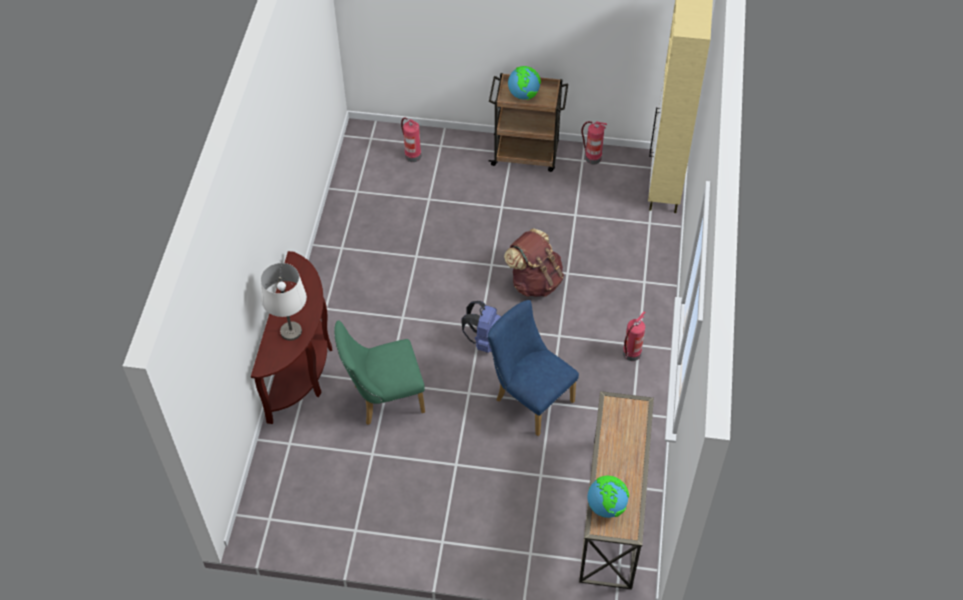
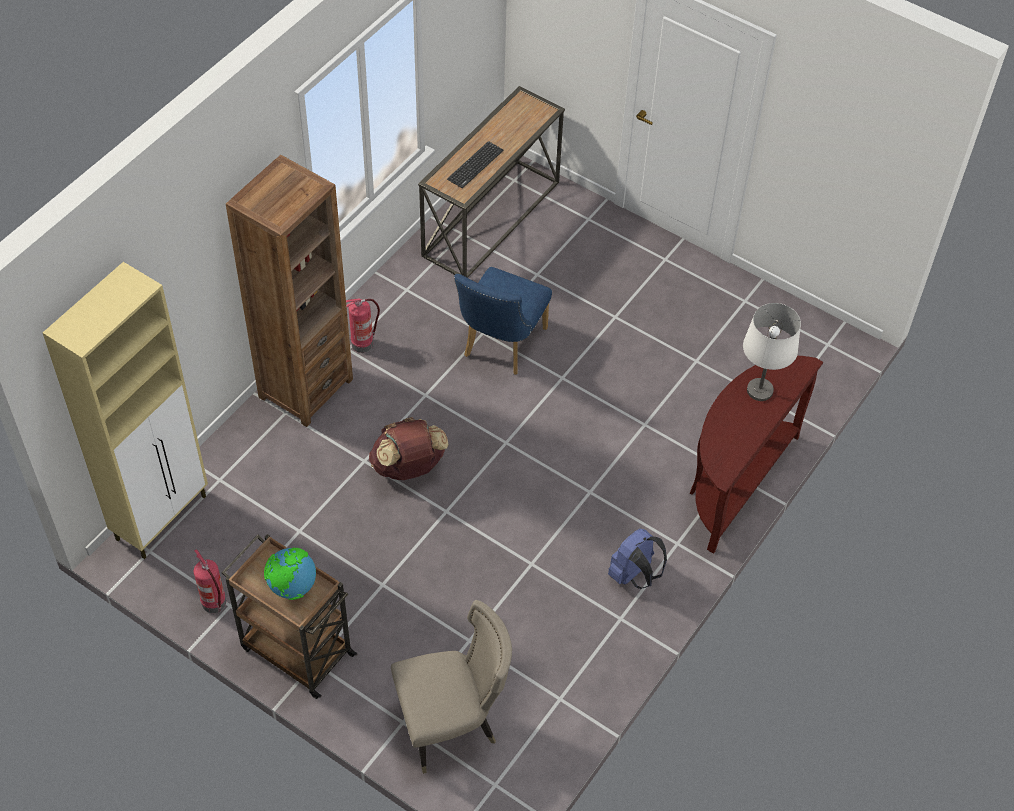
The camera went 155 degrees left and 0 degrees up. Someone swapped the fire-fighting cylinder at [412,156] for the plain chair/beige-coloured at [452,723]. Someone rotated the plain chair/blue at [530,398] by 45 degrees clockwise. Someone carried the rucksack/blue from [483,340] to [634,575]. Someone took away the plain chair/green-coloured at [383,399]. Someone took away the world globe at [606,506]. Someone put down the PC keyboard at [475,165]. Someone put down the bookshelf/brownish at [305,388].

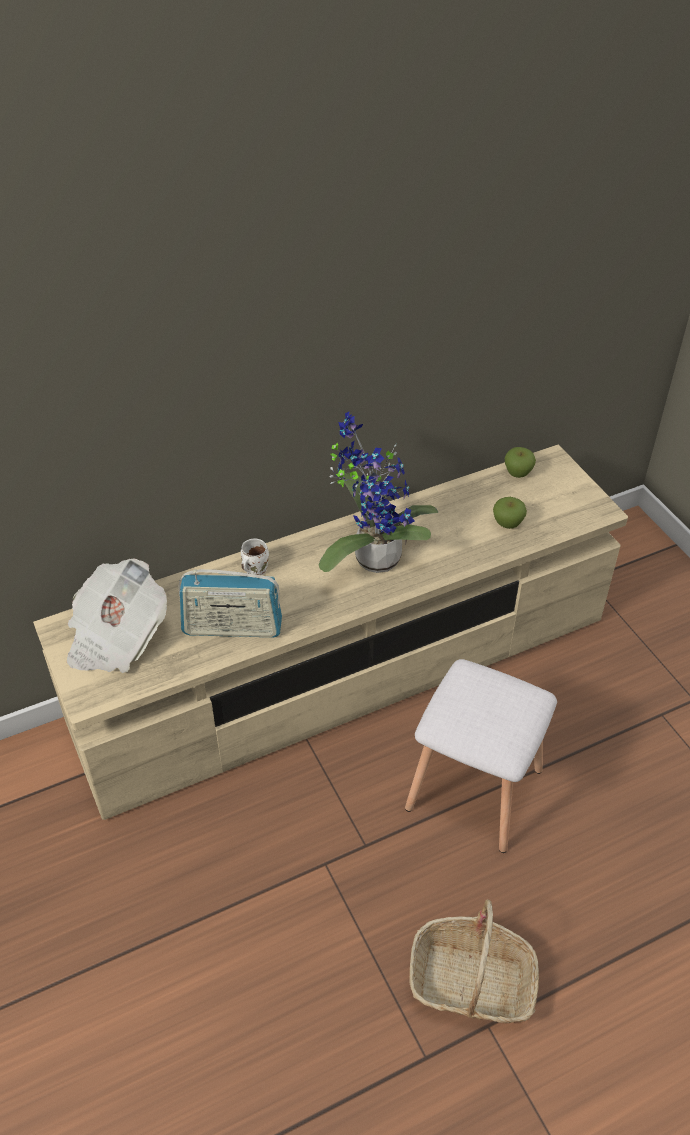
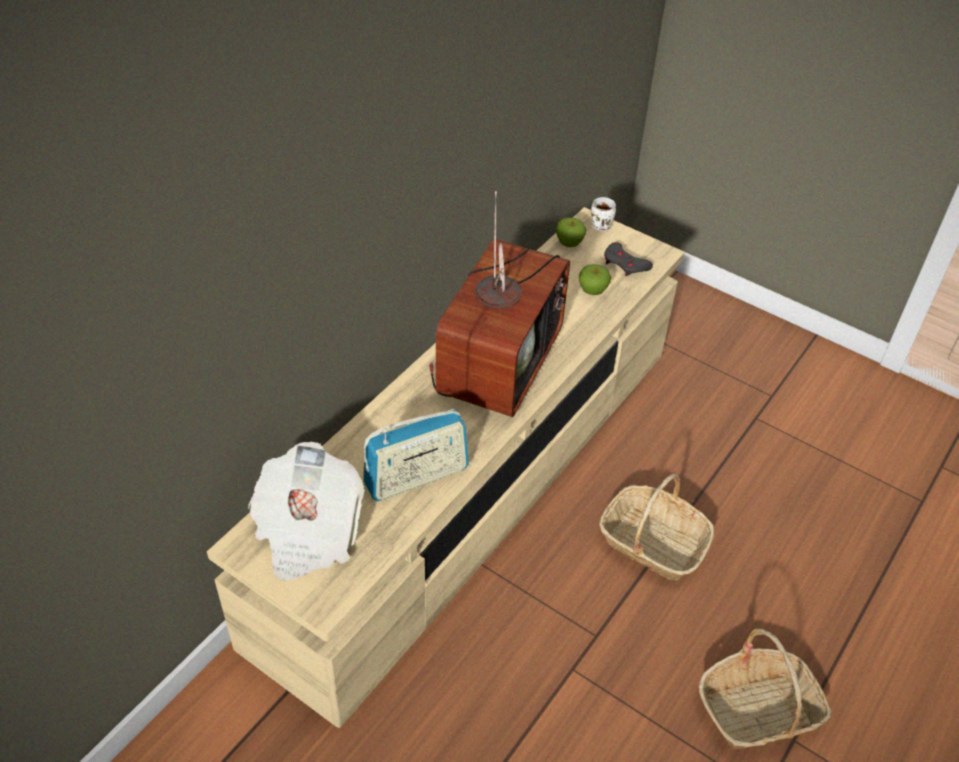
The camera went 30 degrees left and 0 degrees up. Someone swapped the potted plant at [372,555] for the TV at [497,361]. Someone carried the mug/whitish from [254,570] to [600,226]. Someone swapped the stool seat/whitish at [474,787] for the storage basket at [652,543]. Someone put down the gamepad/gray at [625,264].

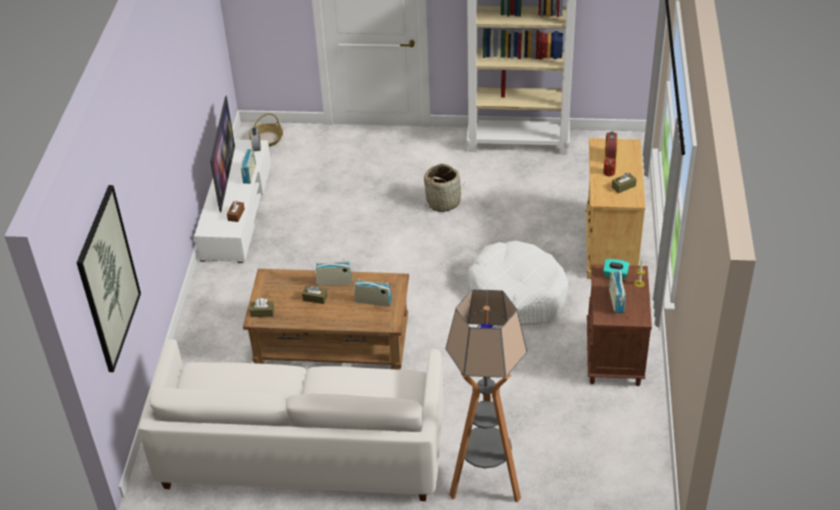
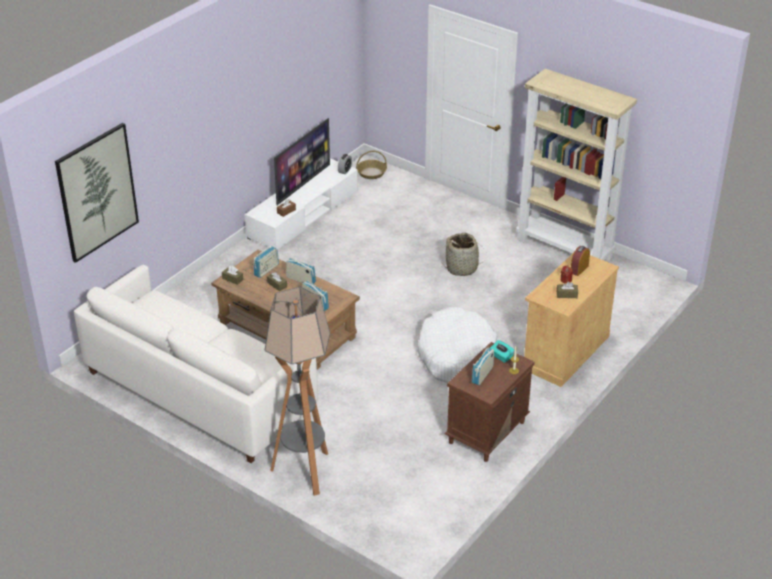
The camera went 30 degrees right and 5 degrees down. Someone carried the radio receiver from [249,174] to [266,270].

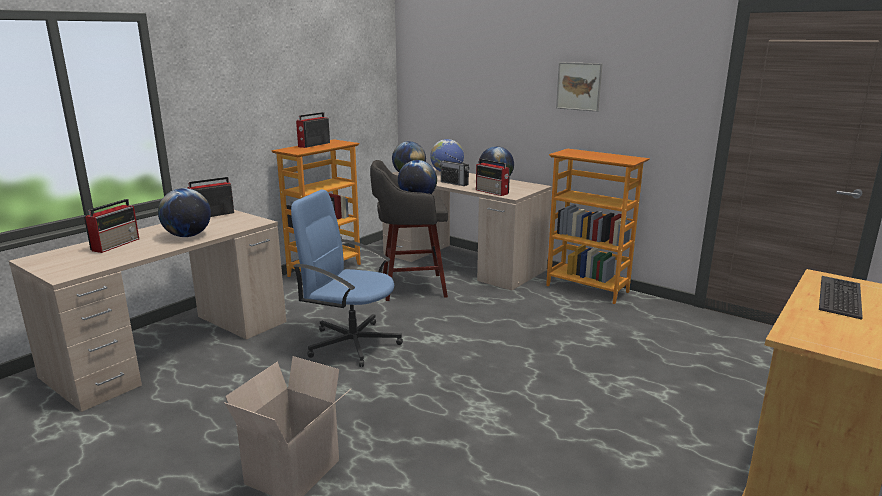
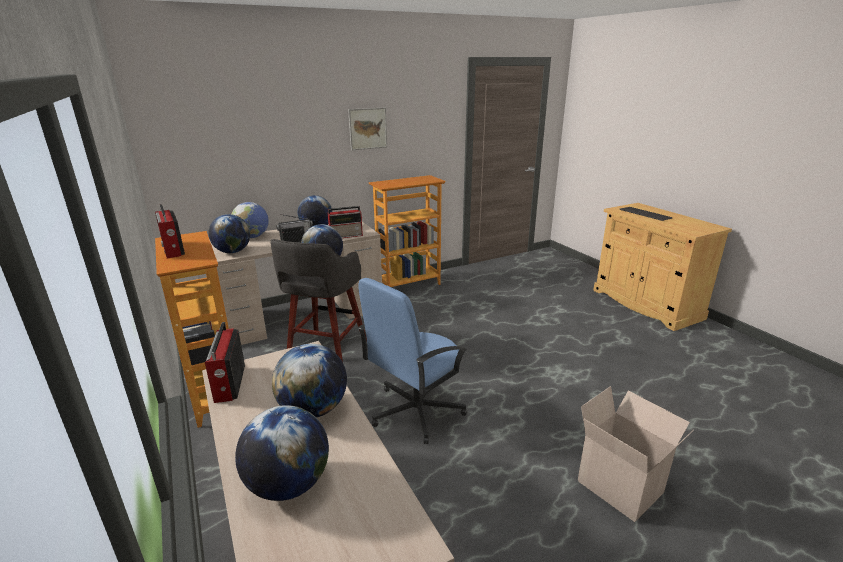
The camera went 65 degrees left and 5 degrees up. Someone swapped the radio receiver at [116,244] for the world globe at [288,485].

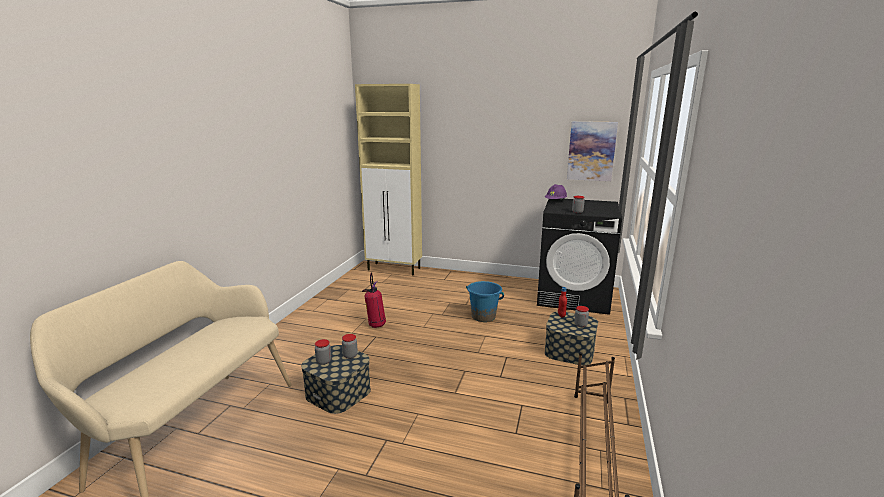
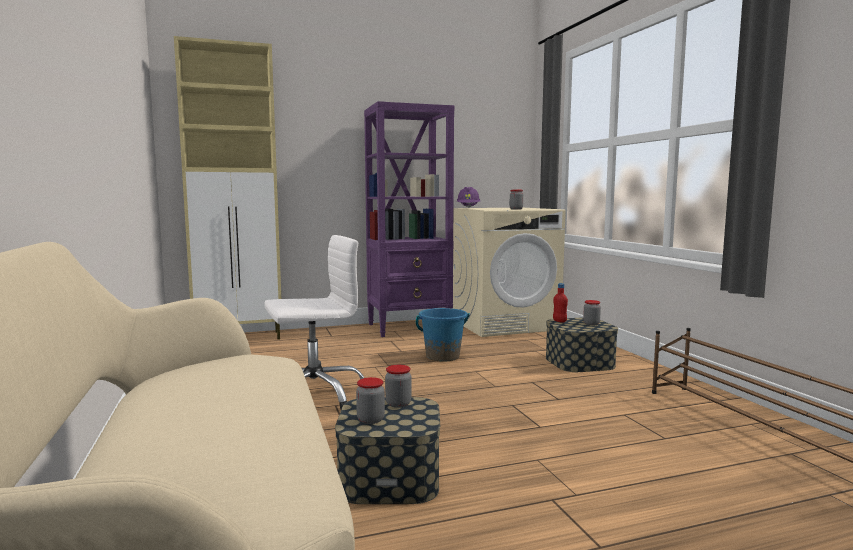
The camera went 35 degrees left and 10 degrees down. Someone took away the wall art at [591,151]. Someone repainted the washing machine/black at [574,297], which became the washing machine/beige-coloured at [504,324]. Someone swapped the fire-fighting cylinder at [376,325] for the computer chair/whitish at [314,394]. Someone put down the bookshelf/purple at [410,327].

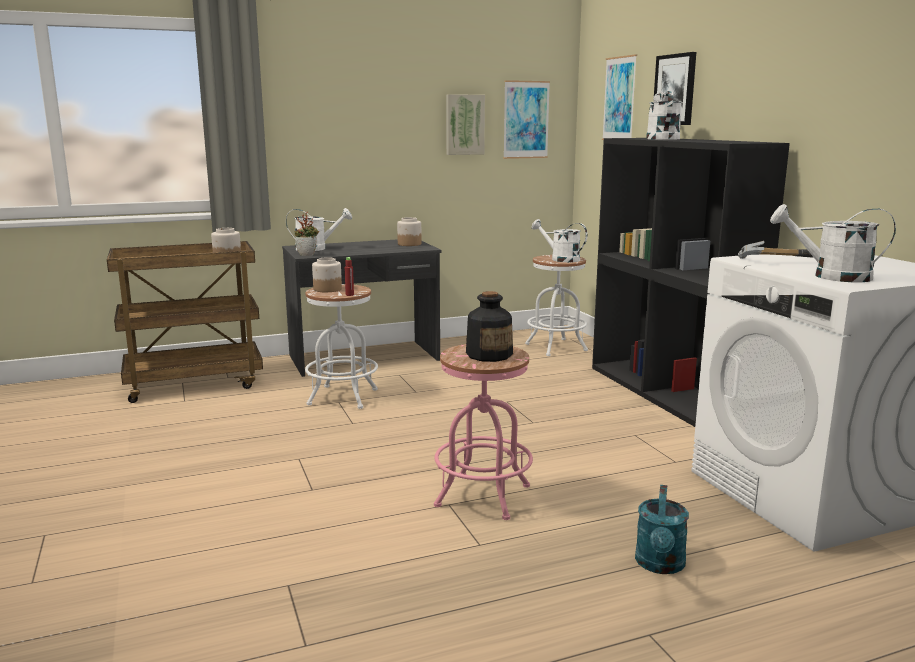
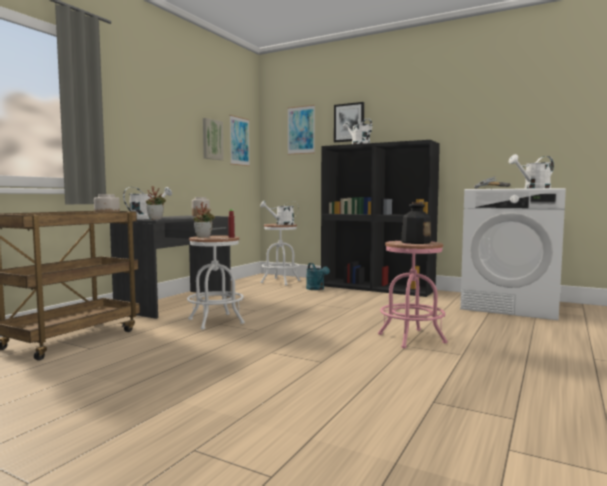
The camera went 40 degrees left and 10 degrees down. Someone swapped the preserve jar at [327,289] for the potted plant at [204,237]. Someone carried the watering can/blue-green from [660,565] to [317,289].

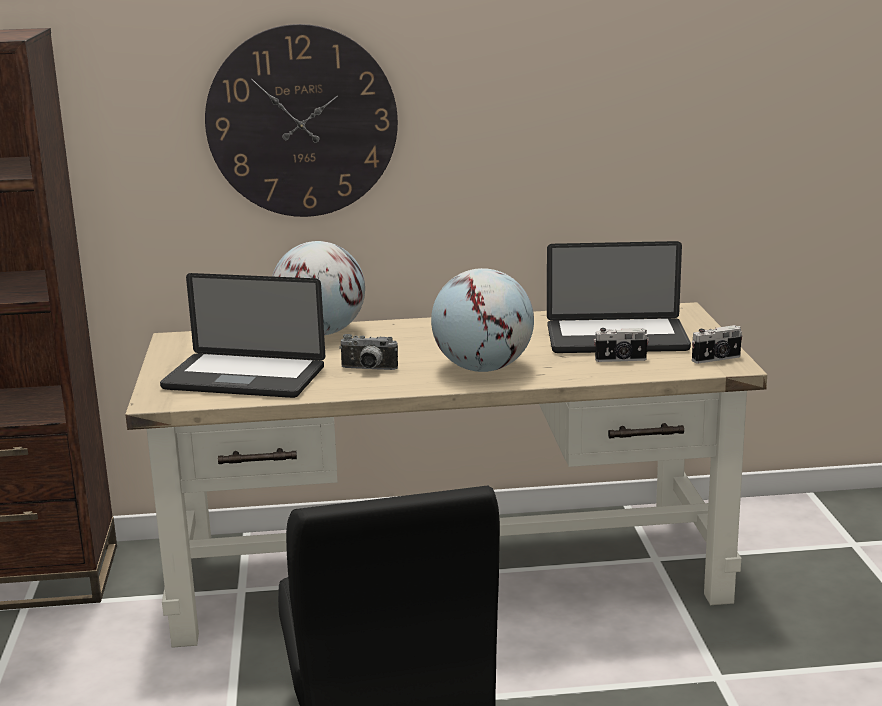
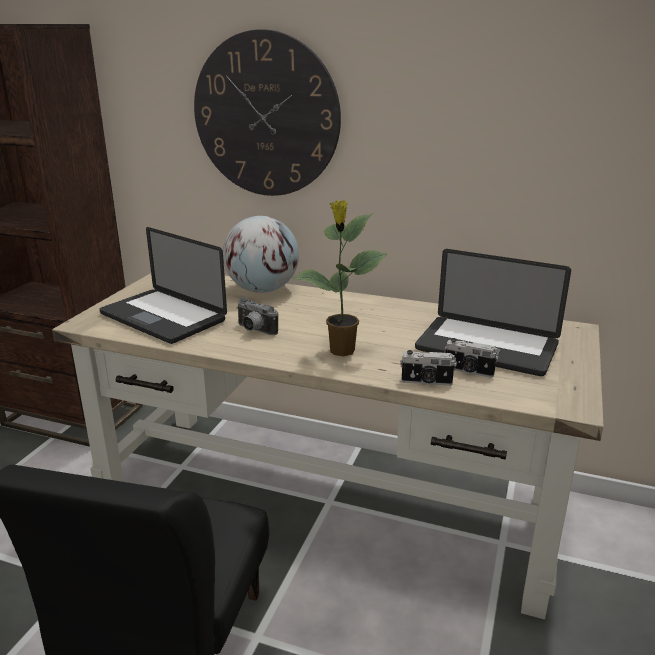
The camera went 25 degrees right and 5 degrees up. Someone swapped the world globe at [483,368] for the potted plant at [341,351]. Someone carried the photo camera from [717,359] to [426,382].

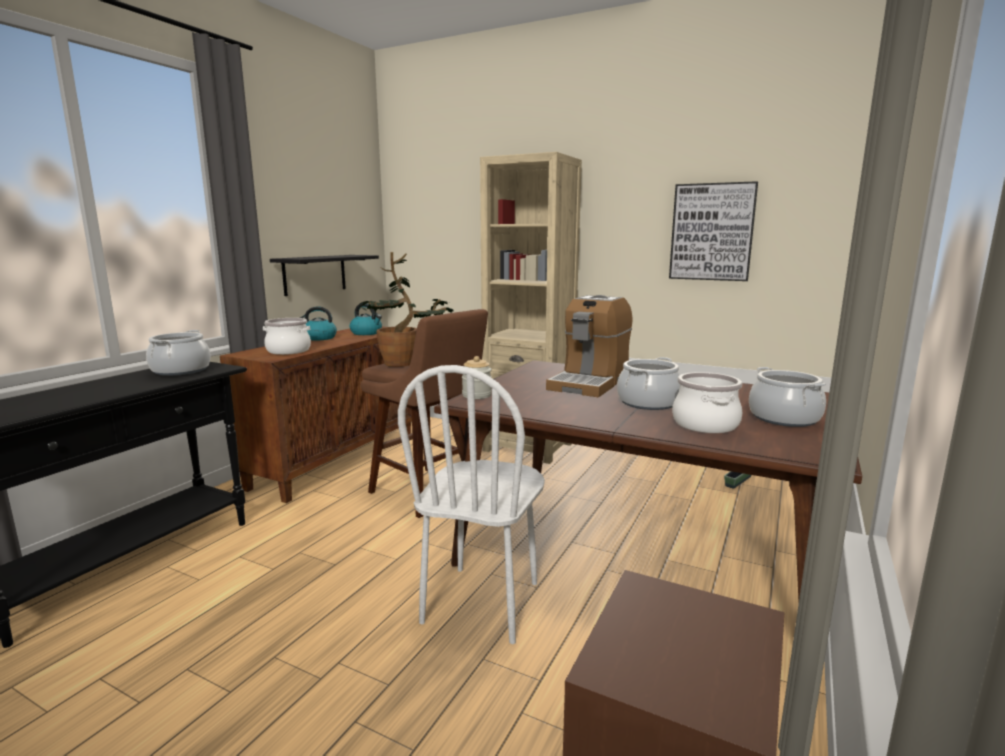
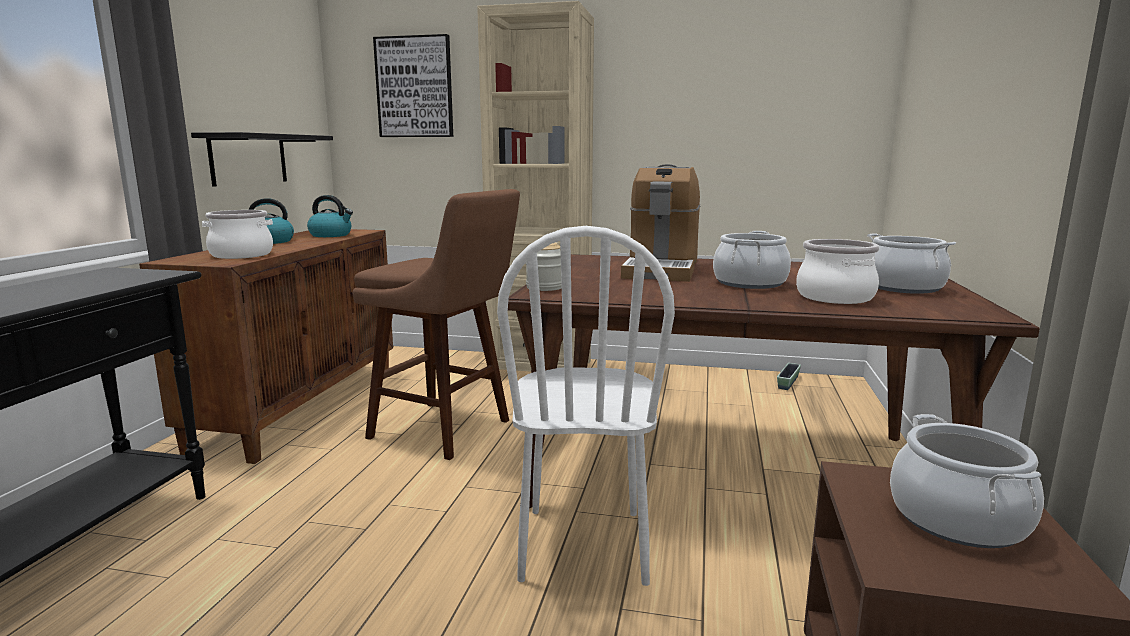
The camera went 15 degrees left and 0 degrees up. Someone carried the wall art from [712,232] to [415,87]. Someone took away the potted plant at [406,364]. Someone carried the saucepot from [181,370] to [958,519].

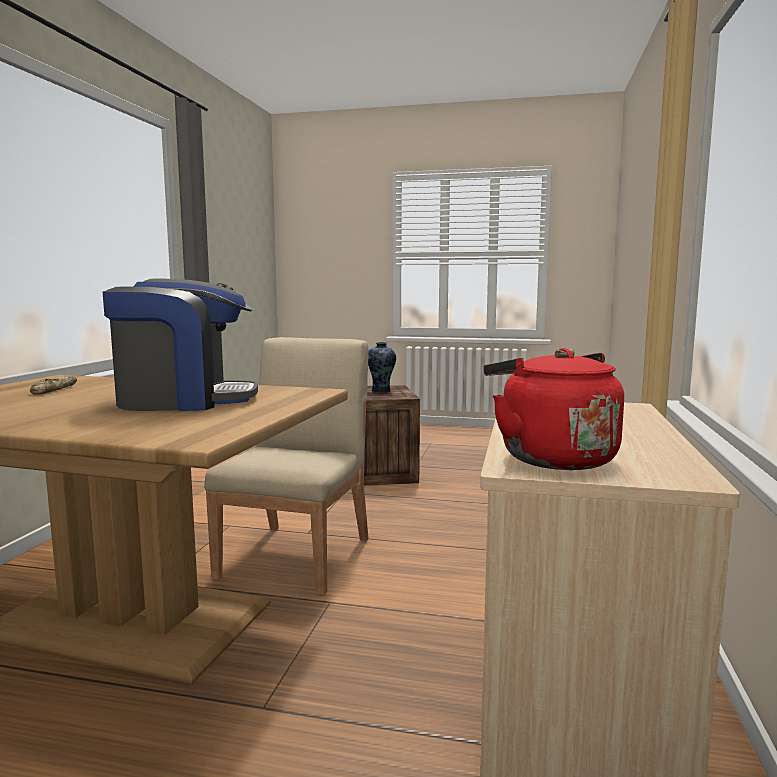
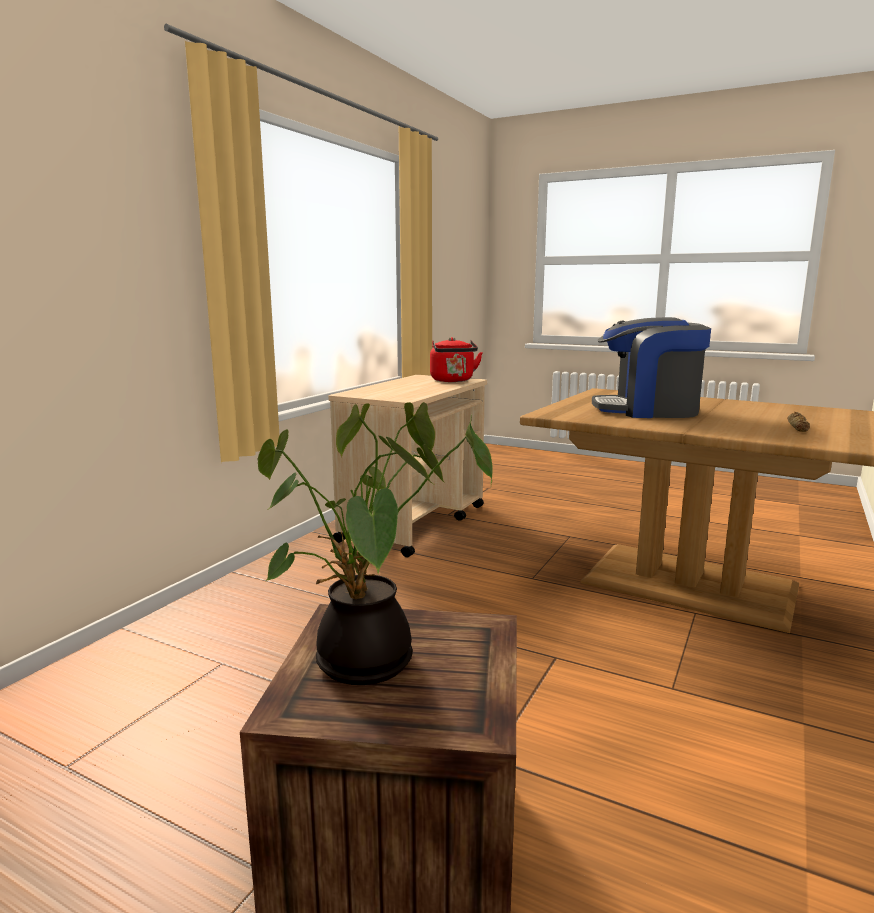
The camera went 165 degrees left and 5 degrees up. Someone took away the plain chair/beige-coloured at [297,556]. Someone swapped the flower vase at [381,391] for the potted plant at [368,666].

